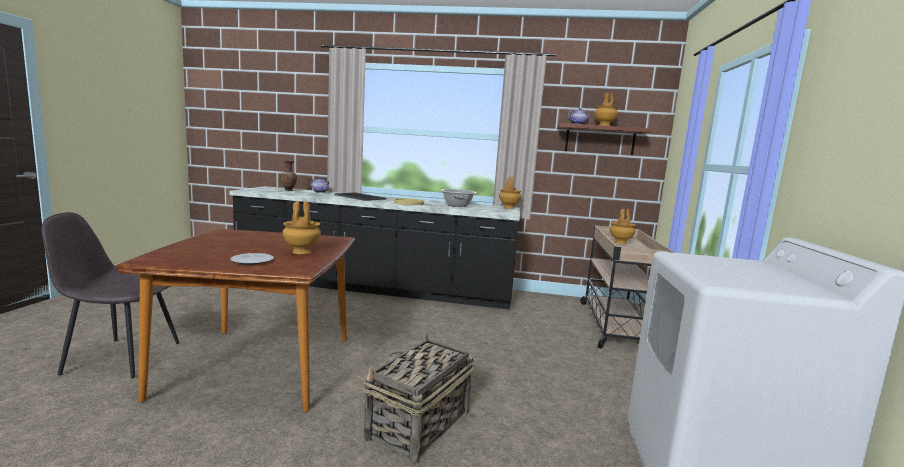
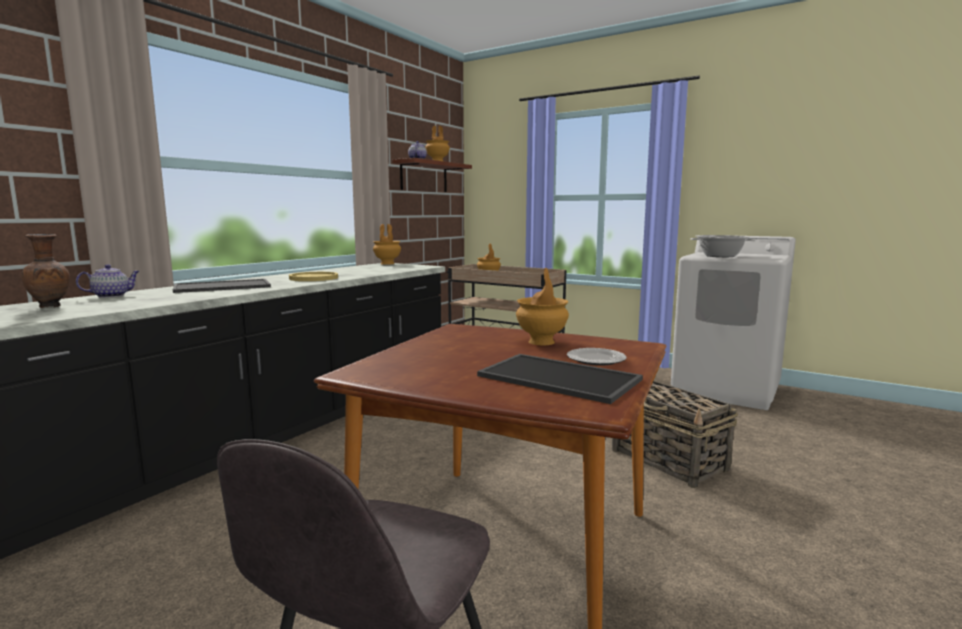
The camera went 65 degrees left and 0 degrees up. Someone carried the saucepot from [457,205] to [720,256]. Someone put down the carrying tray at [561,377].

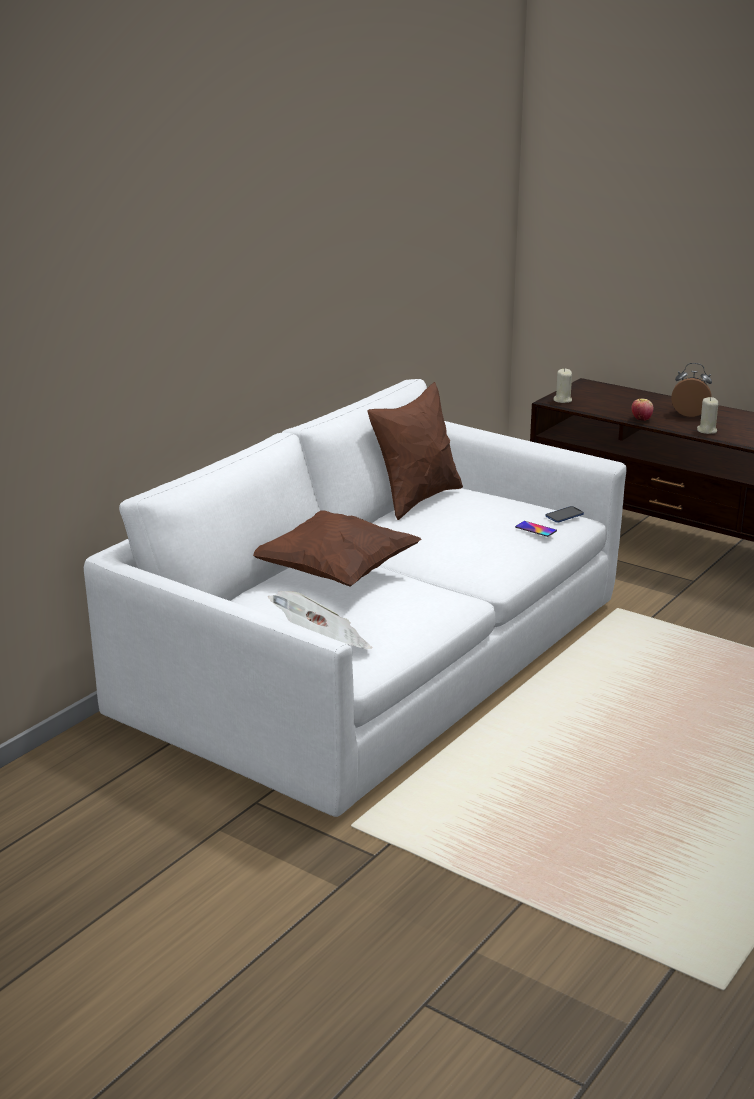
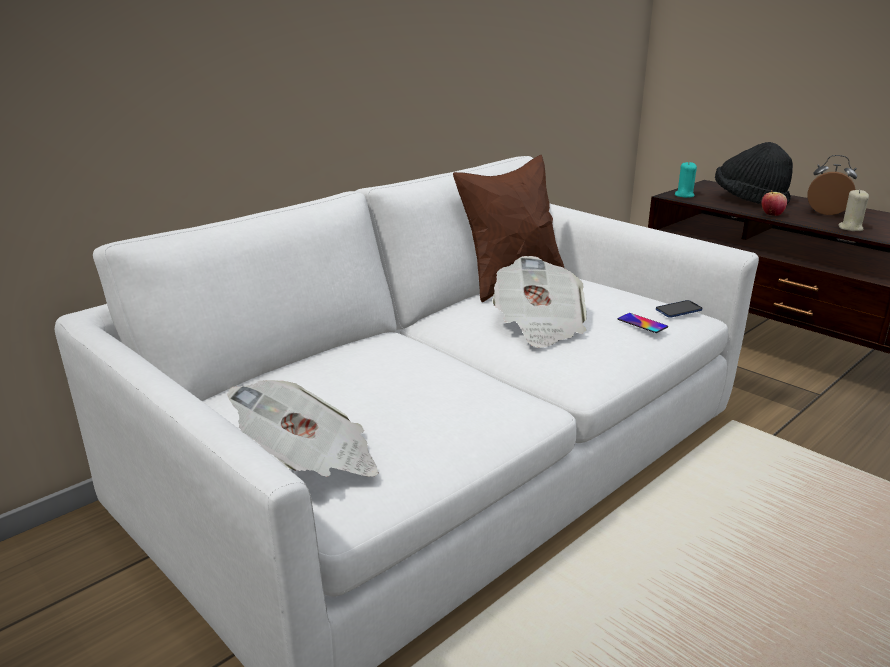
The camera went 10 degrees right and 0 degrees up. Someone repainted the wax light/beige-coloured at [562,400], which became the wax light/blue-green at [684,195]. Someone took away the cushion/brownish at [335,573]. Someone put down the hat/black at [749,200]. Someone put down the newspaper at [538,326].

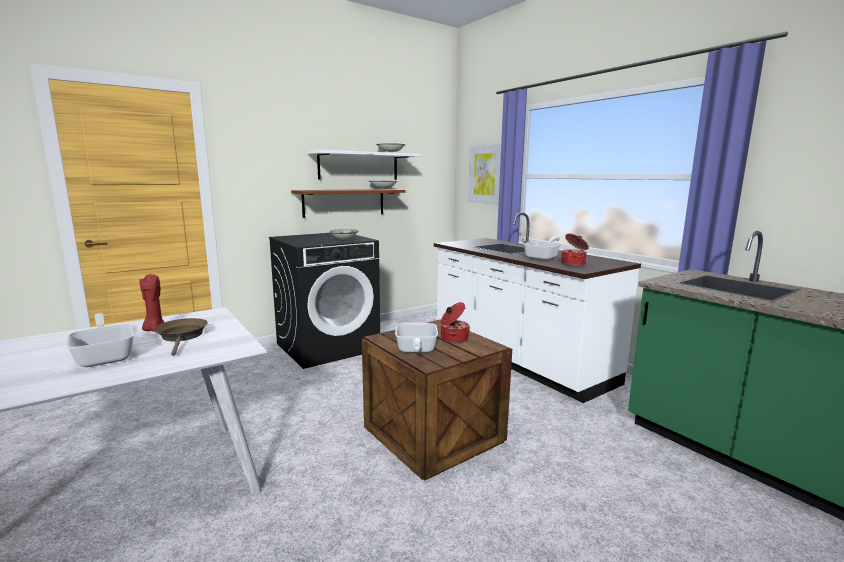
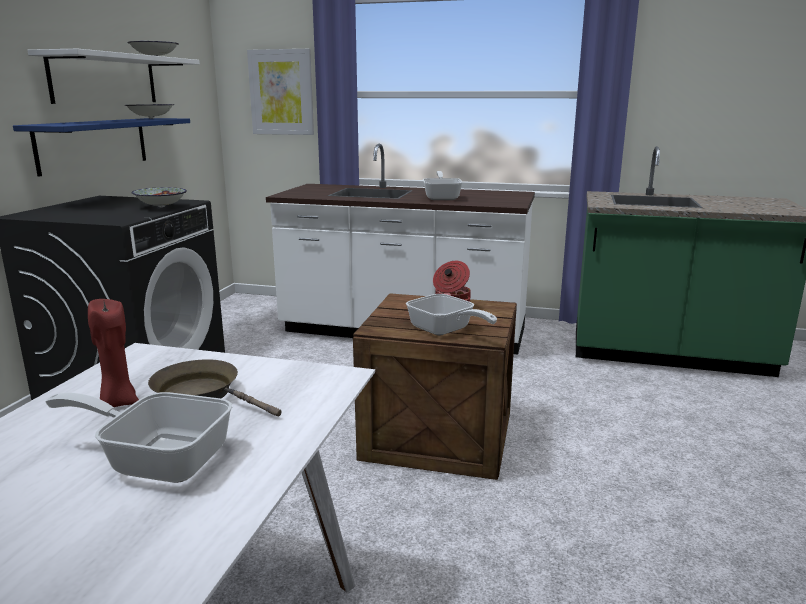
The camera went 40 degrees left and 5 degrees up. Someone repainted the shelf/brownish at [344,202], which became the shelf/blue at [93,144]. Someone took away the saucepot at [573,264].

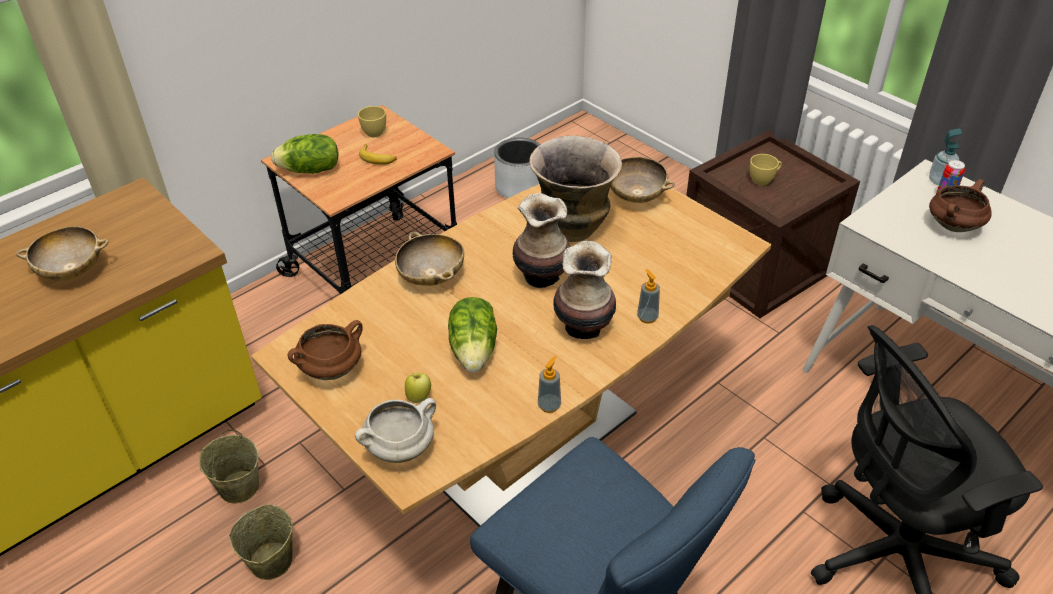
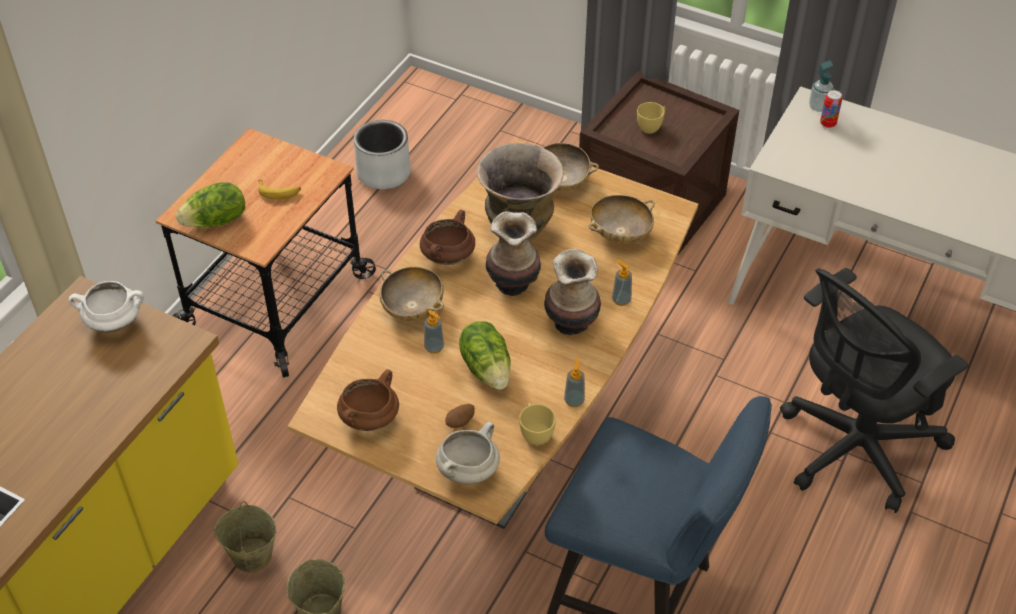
The camera went 20 degrees left and 5 degrees up. Someone carried the small cup/yellow from [375,131] to [535,433]. Someone carried the saucepot/brownish from [953,225] to [448,256]. Someone carried the bowl/beige-coloured from [72,270] to [620,233]. Someone swapped the apple fruit at [419,397] for the potato at [460,423]. Someone put down the saucepot/whitish at [115,322]. Someone put down the liquid soap bottle at [434,347].

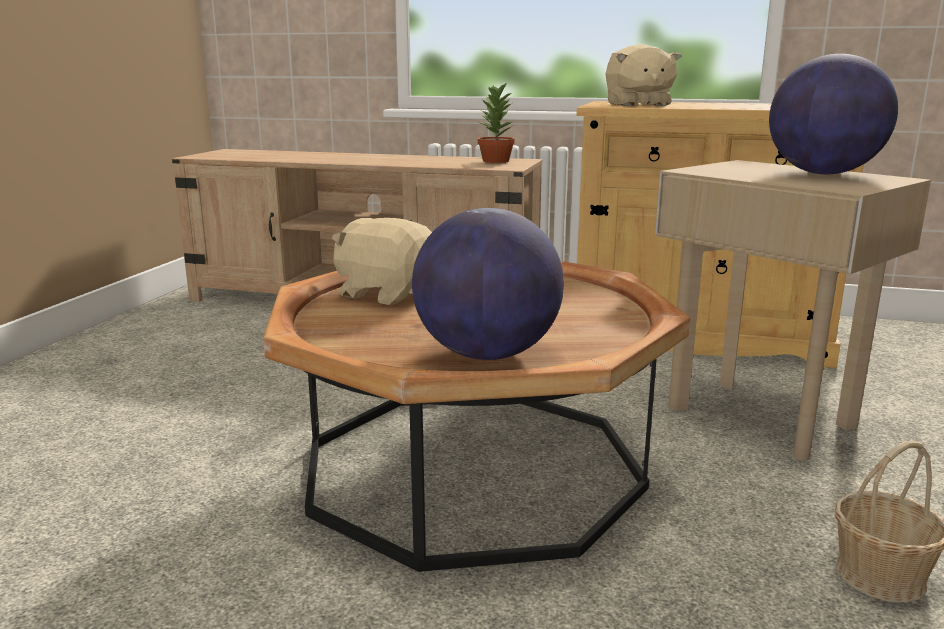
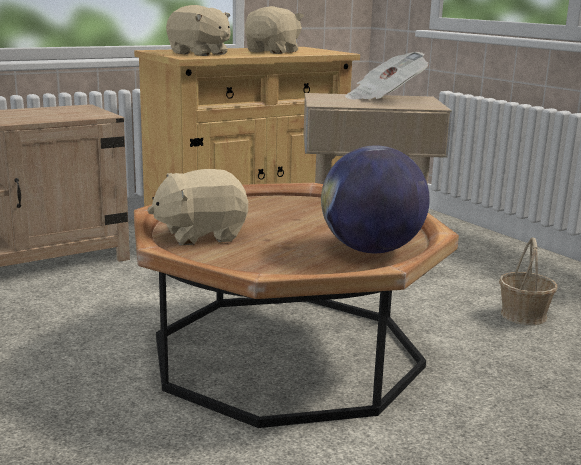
The camera went 50 degrees left and 0 degrees up. Someone swapped the world globe at [822,173] for the newspaper at [384,98]. Someone took away the potted plant at [495,161]. Someone put down the soft toy/beige-coloured at [273,52].

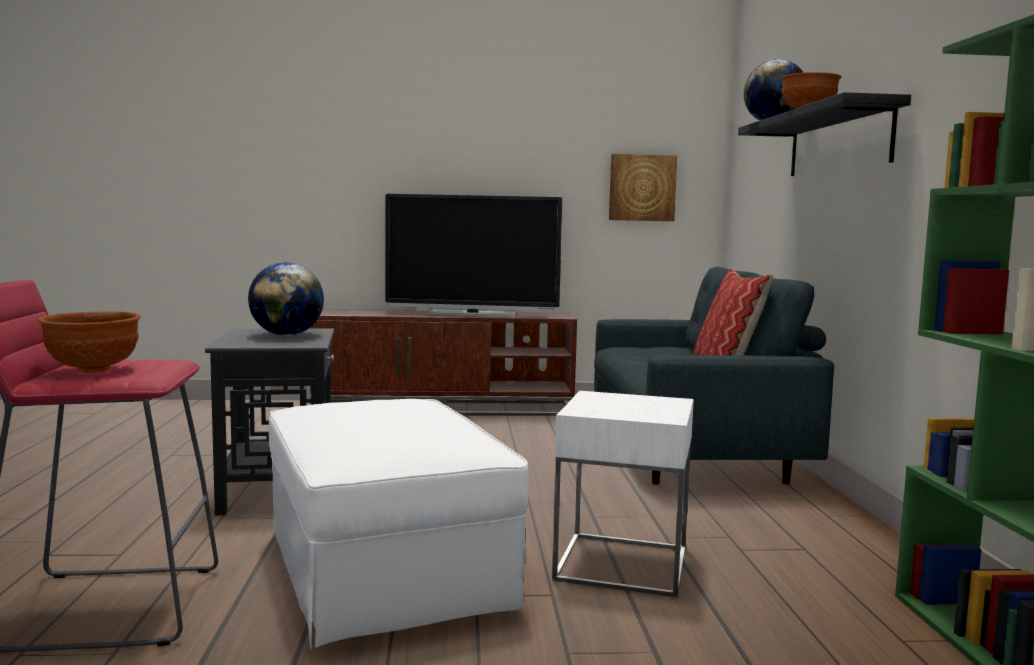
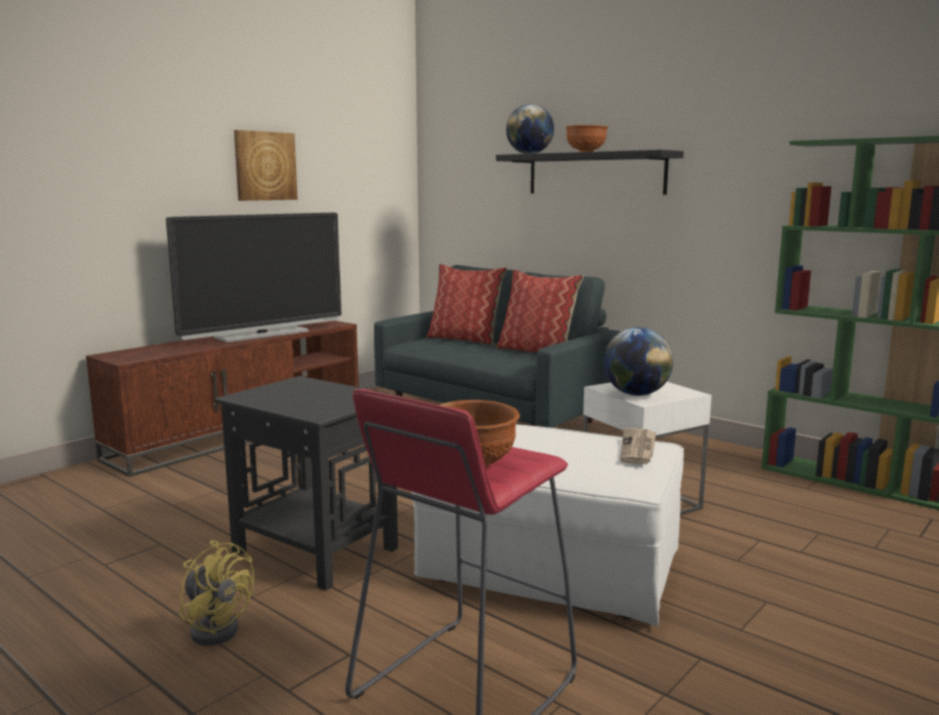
The camera went 45 degrees left and 5 degrees up. Someone carried the wall art from [642,188] to [265,166]. Someone carried the world globe from [286,335] to [636,394]. Someone put down the cushion at [465,339]. Someone put down the newspaper at [638,448]. Someone put down the electric fan/yellow at [217,627].

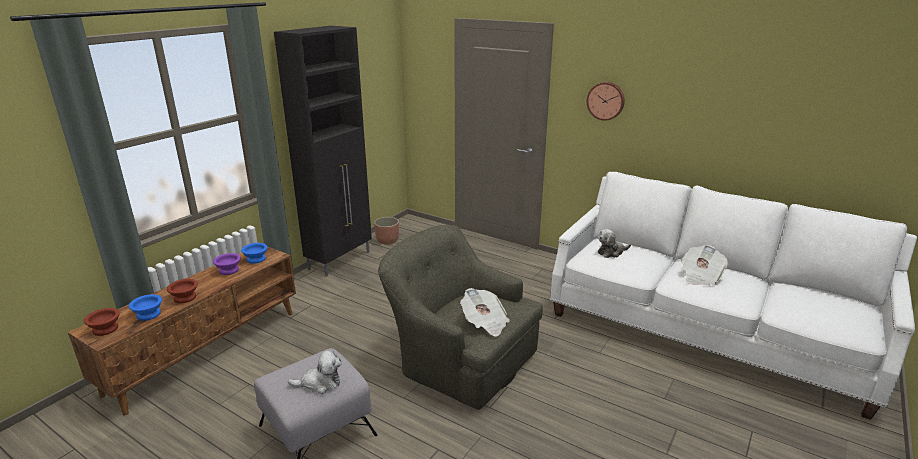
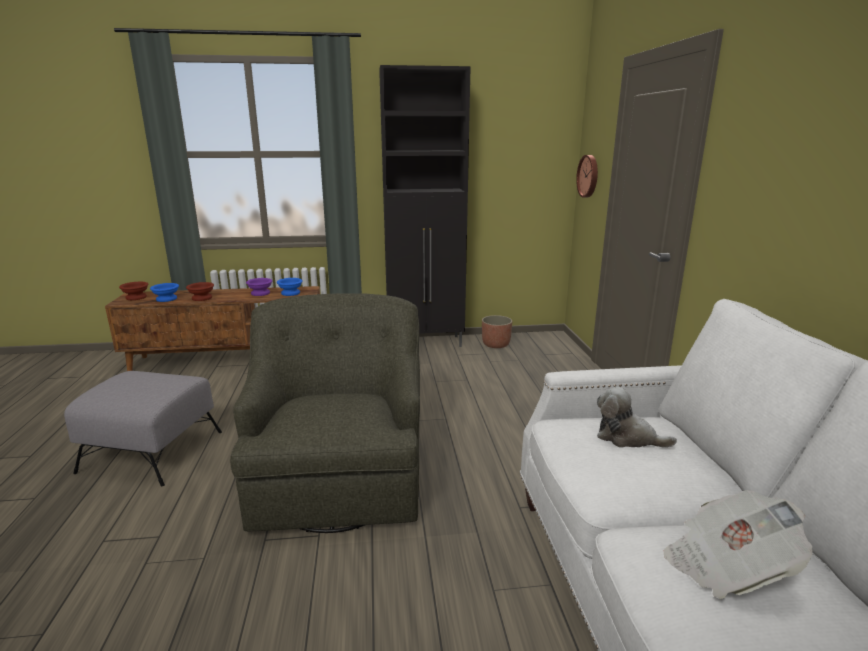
The camera went 50 degrees right and 5 degrees down. Someone carried the wall clock from [606,100] to [589,176]. Someone took away the newspaper at [485,323]. Someone took away the soft toy at [320,383].

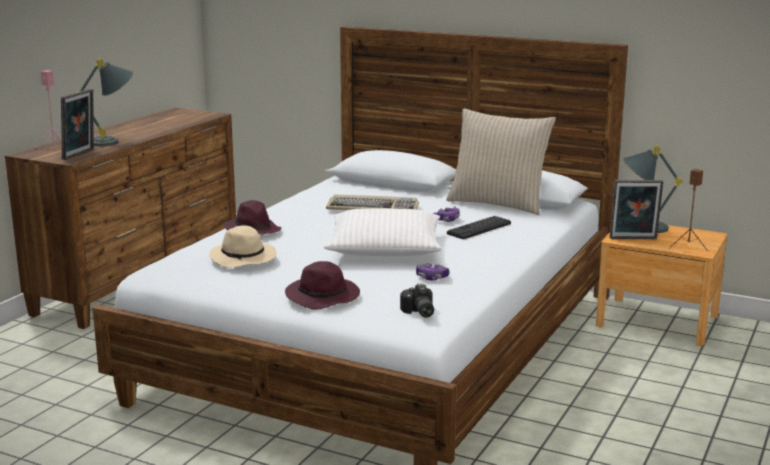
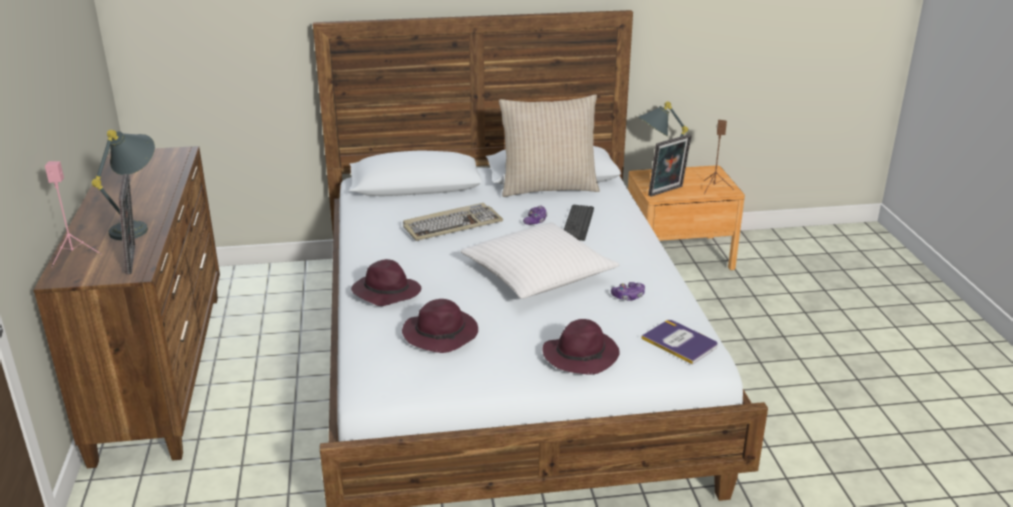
The camera went 35 degrees left and 10 degrees up. Someone repainted the hat/beige-coloured at [244,258], which became the hat/purple at [442,334]. Someone swapped the photo camera at [418,312] for the bound book at [680,342].

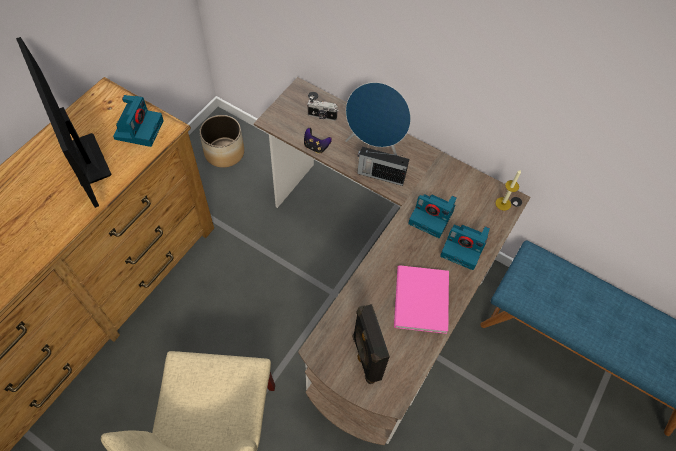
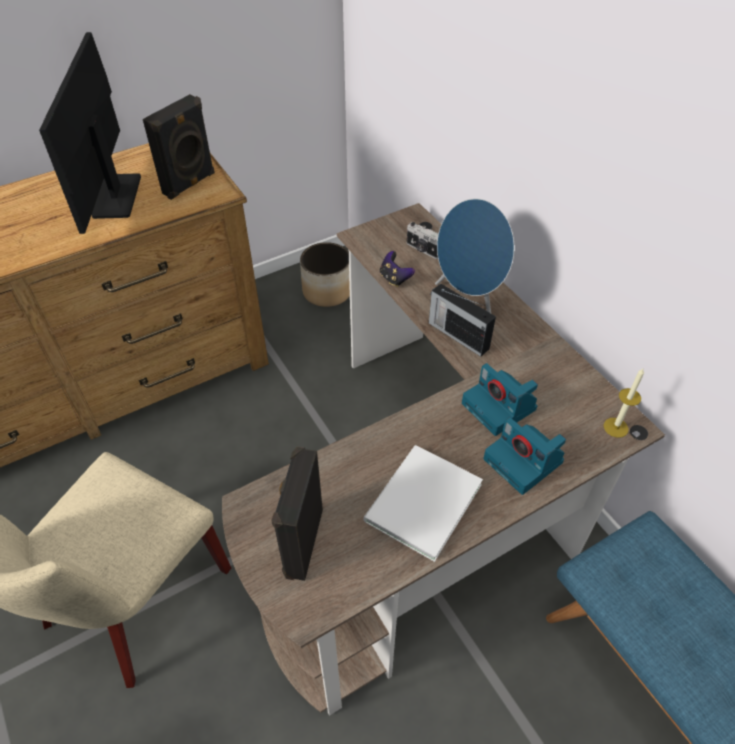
The camera went 30 degrees right and 10 degrees down. Someone swapped the photo camera at [139,128] for the audio speaker/black at [190,184]. Someone repainted the bound book/pink-coloured at [419,301], which became the bound book/whitish at [419,503].

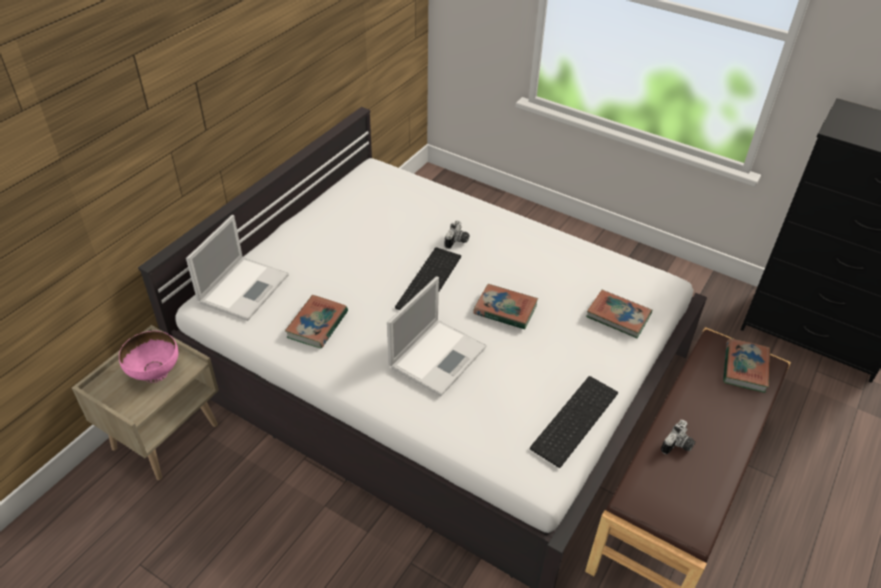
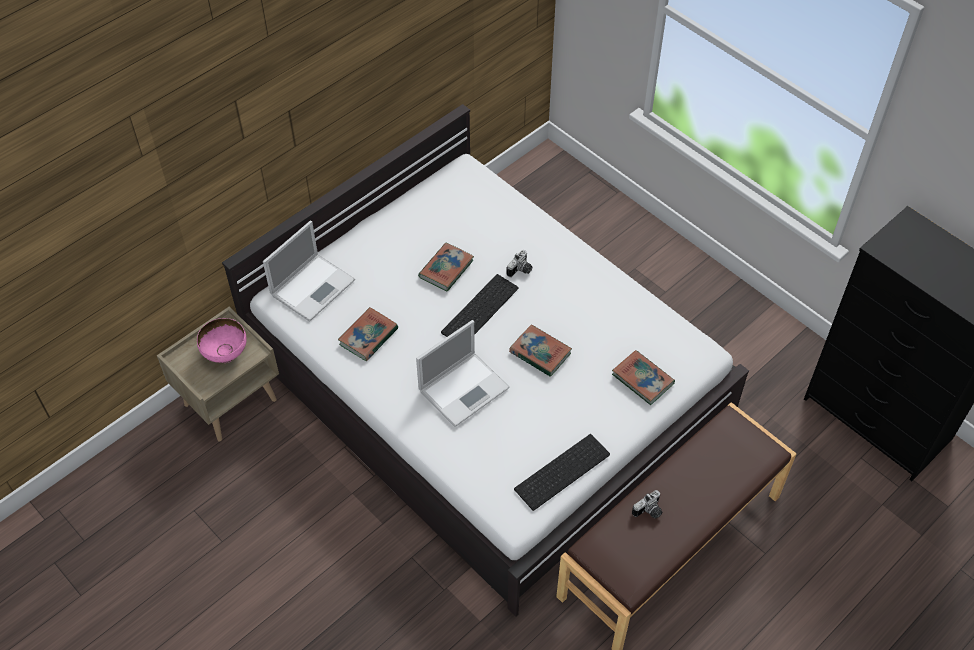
The camera went 15 degrees right and 10 degrees up. Someone carried the bound book from [745,368] to [446,269].

